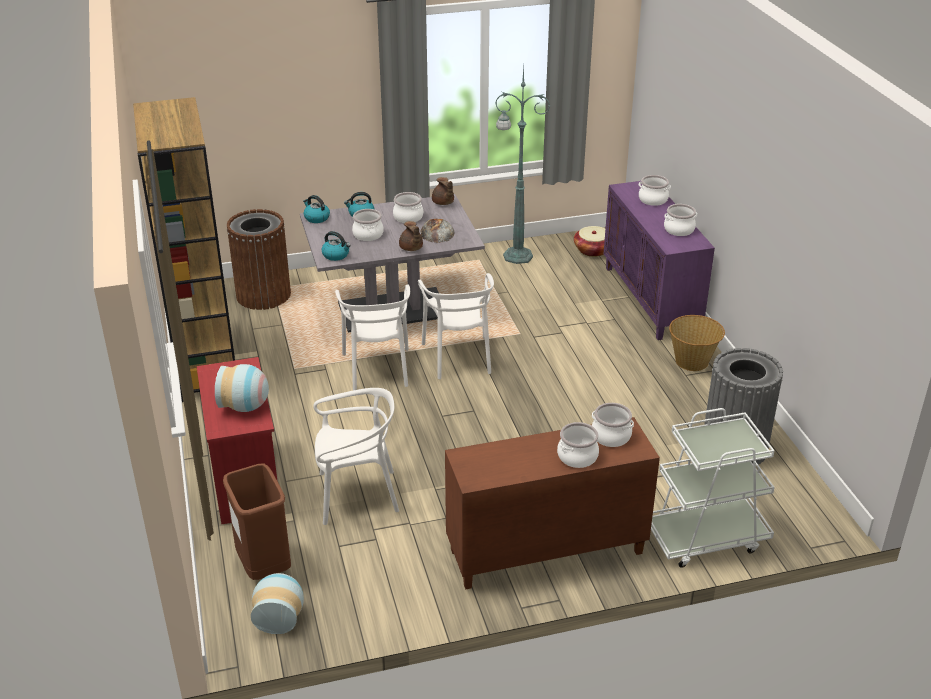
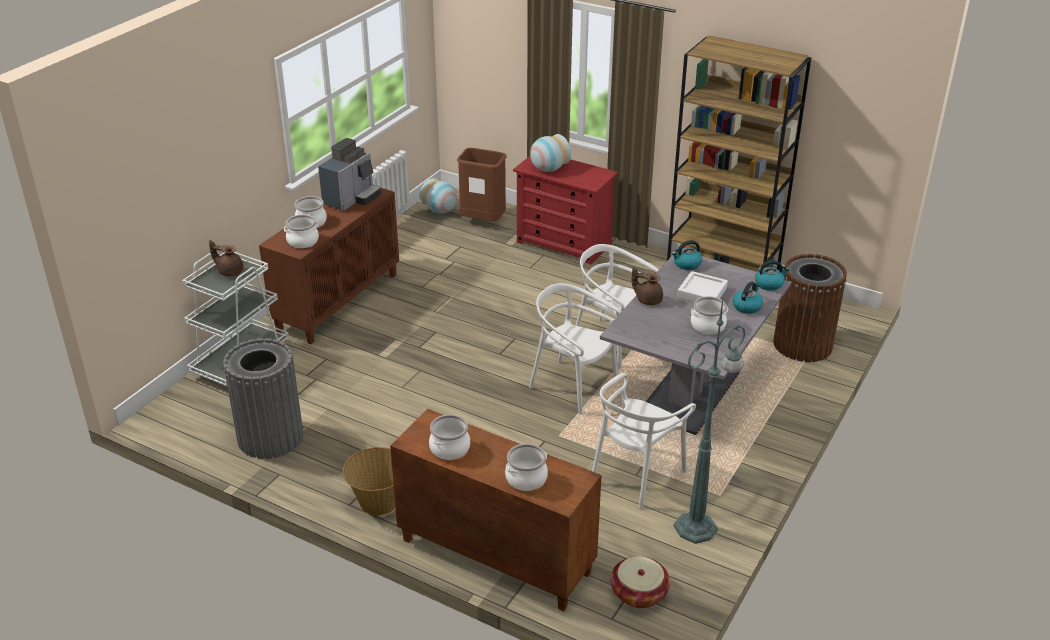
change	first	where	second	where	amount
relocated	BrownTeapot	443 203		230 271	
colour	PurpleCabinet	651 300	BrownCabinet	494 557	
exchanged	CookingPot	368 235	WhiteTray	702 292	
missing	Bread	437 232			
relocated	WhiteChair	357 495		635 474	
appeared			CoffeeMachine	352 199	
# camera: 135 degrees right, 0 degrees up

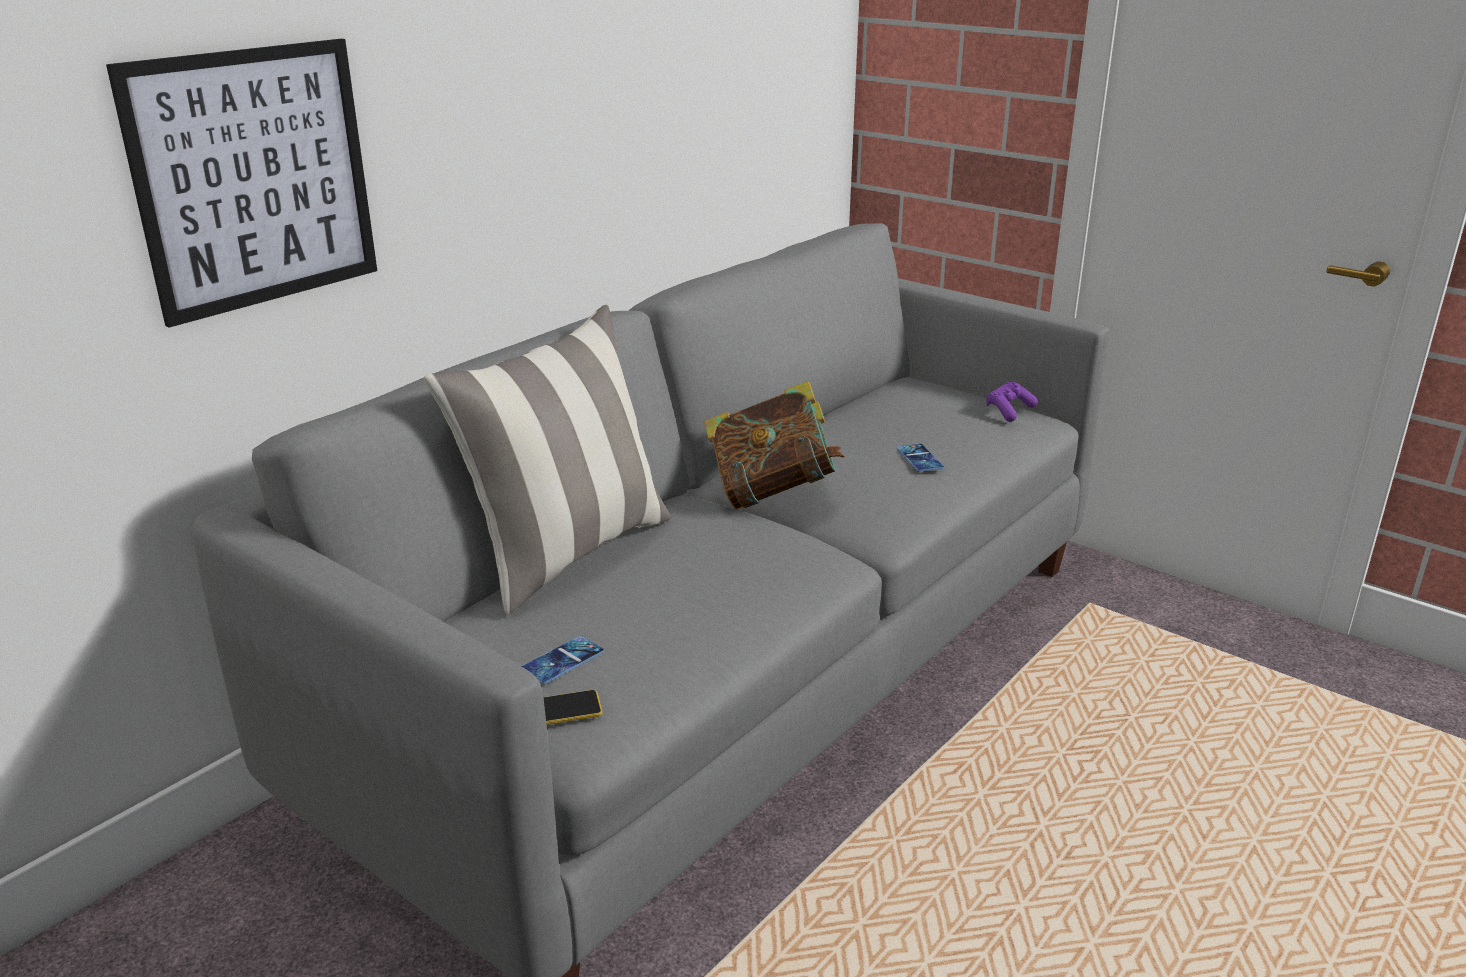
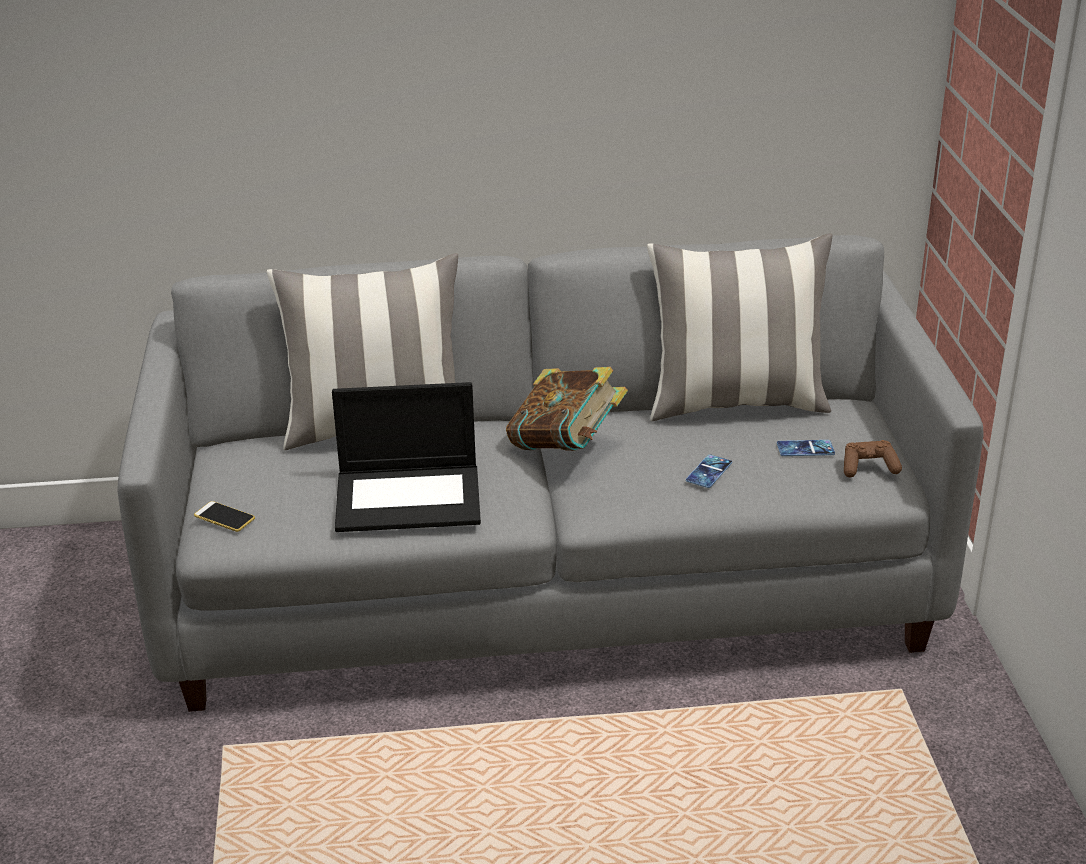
change	first	where	second	where	amount
missing	Picture	255 178			
colour	PurpleGameController	1009 411	BrownGameController	868 467	
relocated	Phone	562 660		805 449	
appeared			Pillow	736 402	
appeared			Laptop	410 497	
# camera: 45 degrees right, 5 degrees up

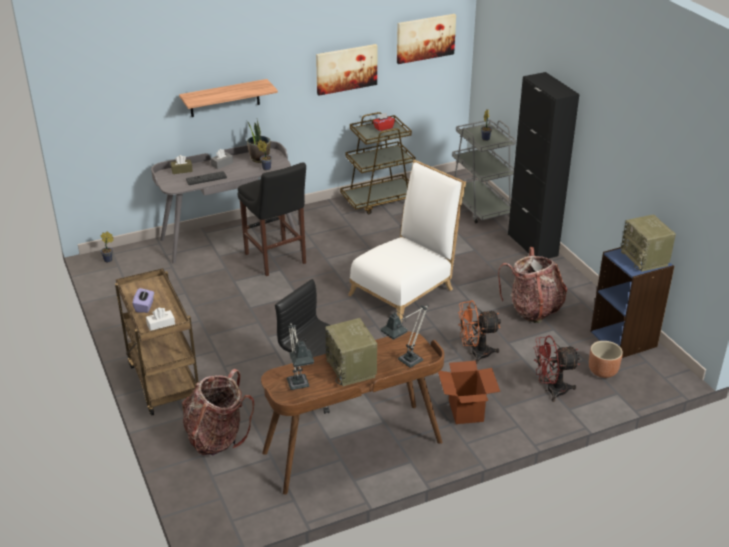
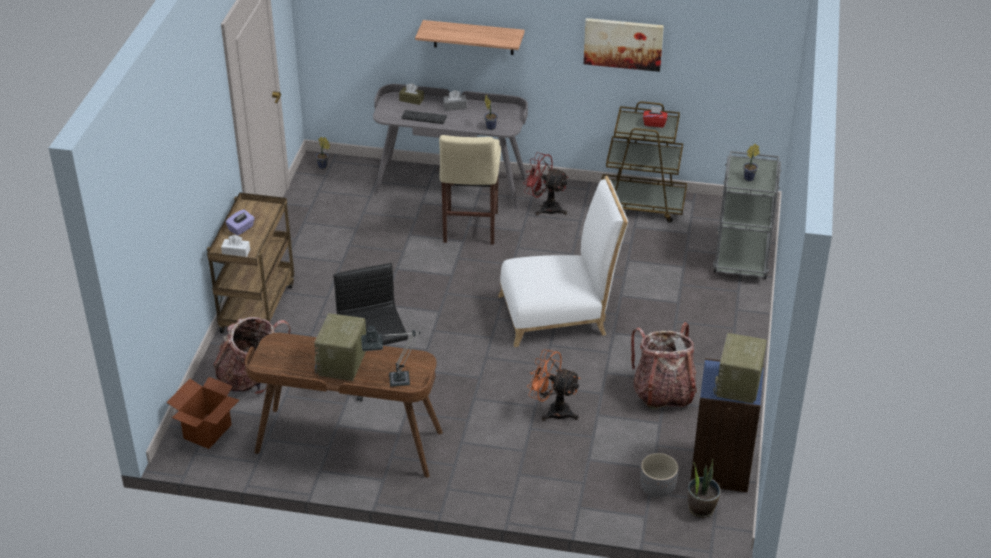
change	first	where	second	where	amount
missing	Picture	425 38			
missing	BlackCabinet	532 245			
relocated	PottedPlant	259 158		701 508	
colour	BlackStool	276 260	BeigeStool	469 229	
missing	TableLamp	299 387			
relocated	RedFan	551 390		545 207	
colour	BrownPlanter	602 372	GreyPlanter	657 489	
relocated	CardboardBox	466 411		207 432	
# camera: 35 degrees right, 5 degrees up

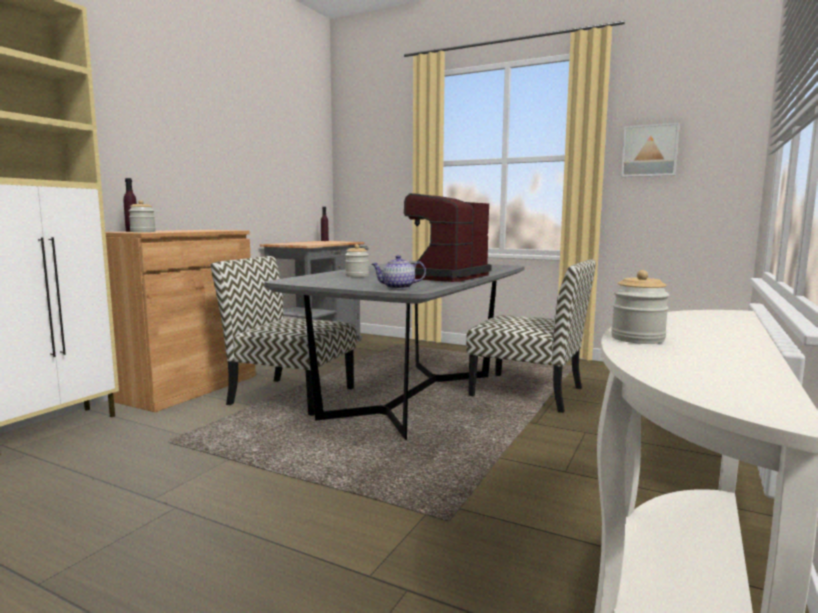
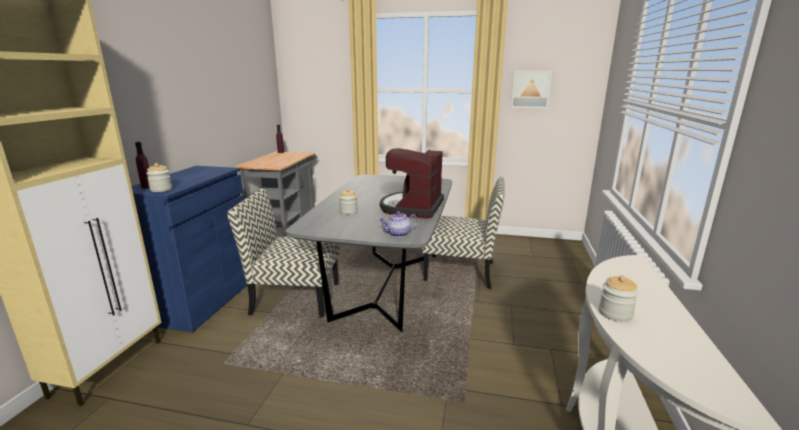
change	first	where	second	where	amount
colour	BrownCabinet	188 388	BlueCabinet	204 300	
# camera: 15 degrees left, 10 degrees up

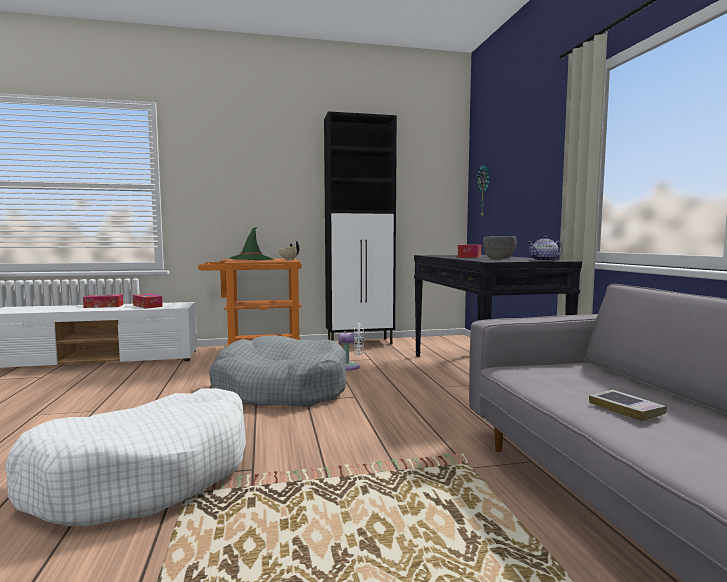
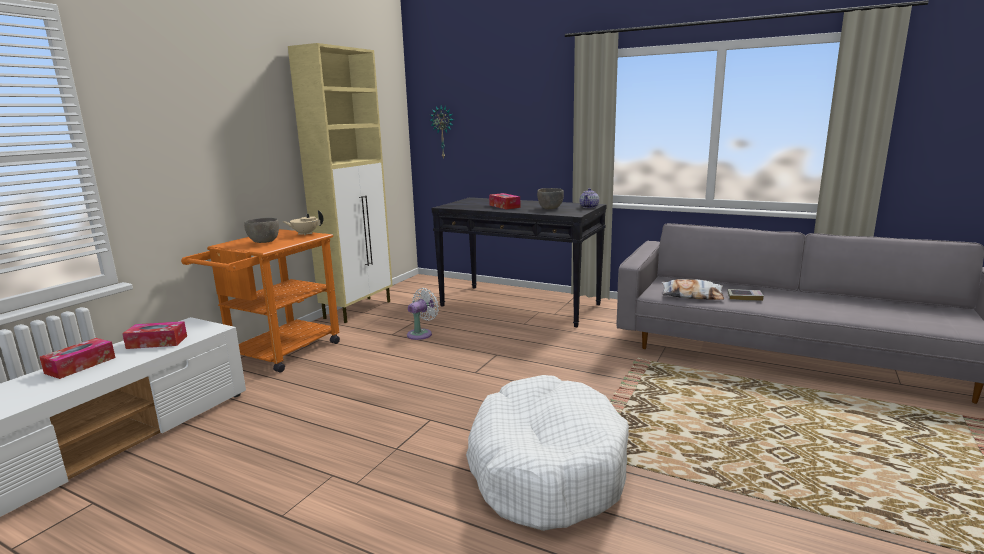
change	first	where	second	where	amount
colour	BlackCabinet	360 343	BeigeCabinet	359 309	
exchanged	GreenHat	251 259	GreyBowl	264 242	
missing	GreyDogBed	281 389			
appeared			Pillow	692 295	
# camera: 50 degrees left, 10 degrees up

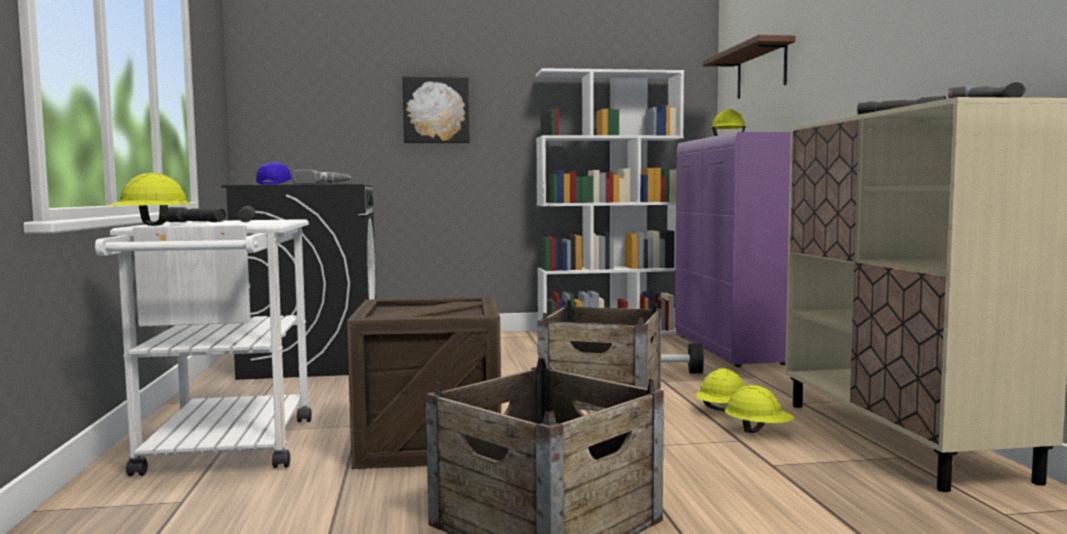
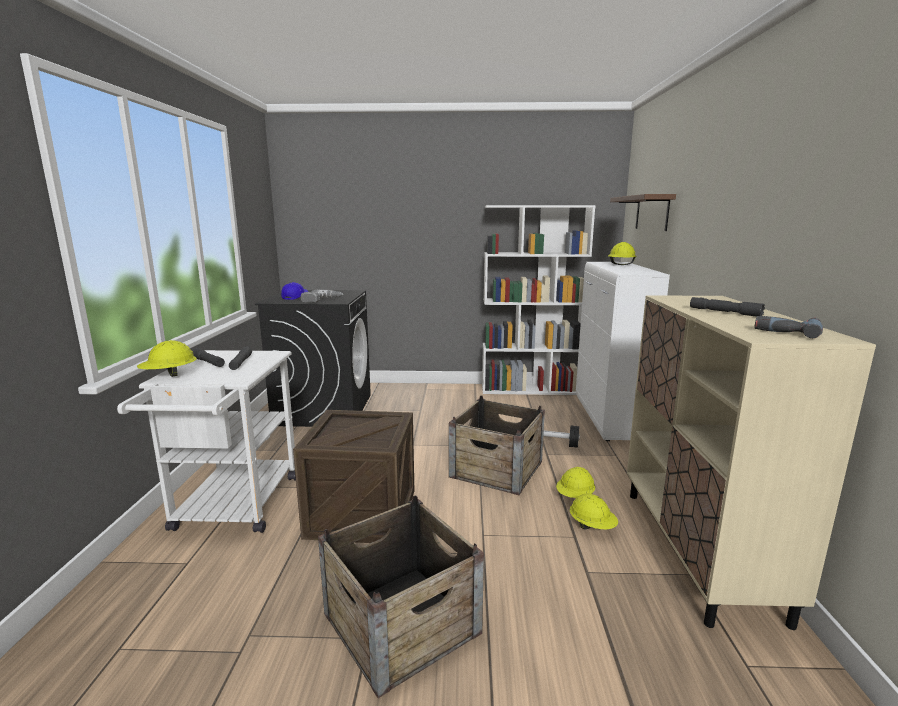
change	first	where	second	where	amount
missing	Picture	436 110			
colour	PurpleCabinet	729 350	WhiteCabinet	609 418	
# camera: 10 degrees right, 10 degrees up

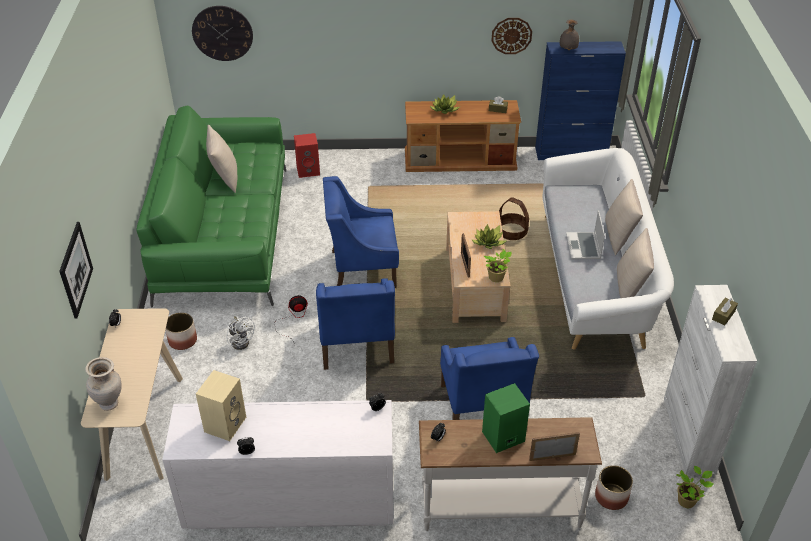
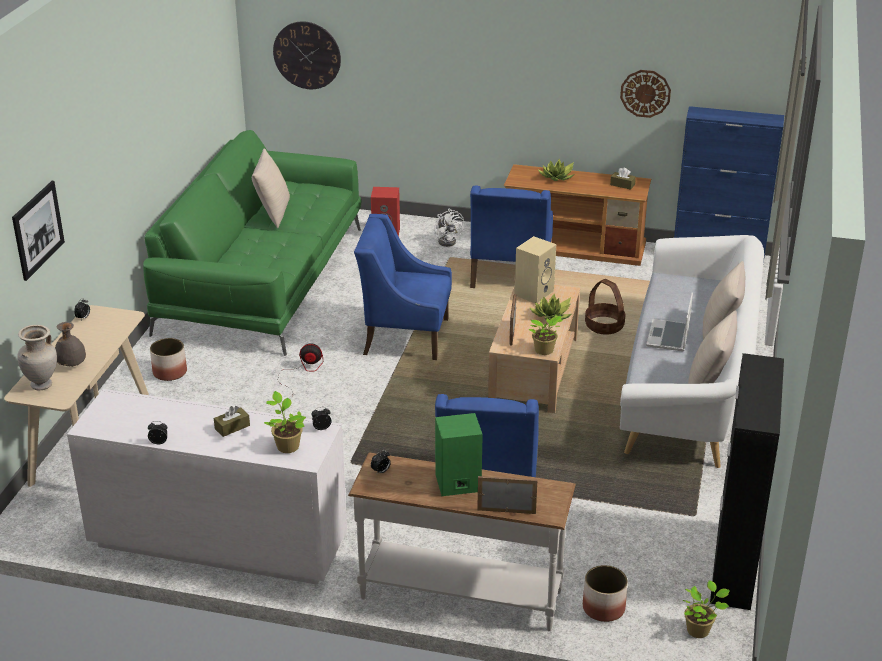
change	first	where	second	where	amount
relocated	GreyVase	567 49		71 364	
relocated	BlueArmchair	356 343		510 275	
colour	WhiteCabinet	688 435	BlackCabinet	733 565	
relocated	BrownTissueBox	723 315		232 427	
relocated	WhiteFan	241 340		448 240	
relocated	BeigeSpeaker	225 423		534 292	
appeared			PottedPlant	287 446	
# camera: 15 degrees right, 10 degrees down

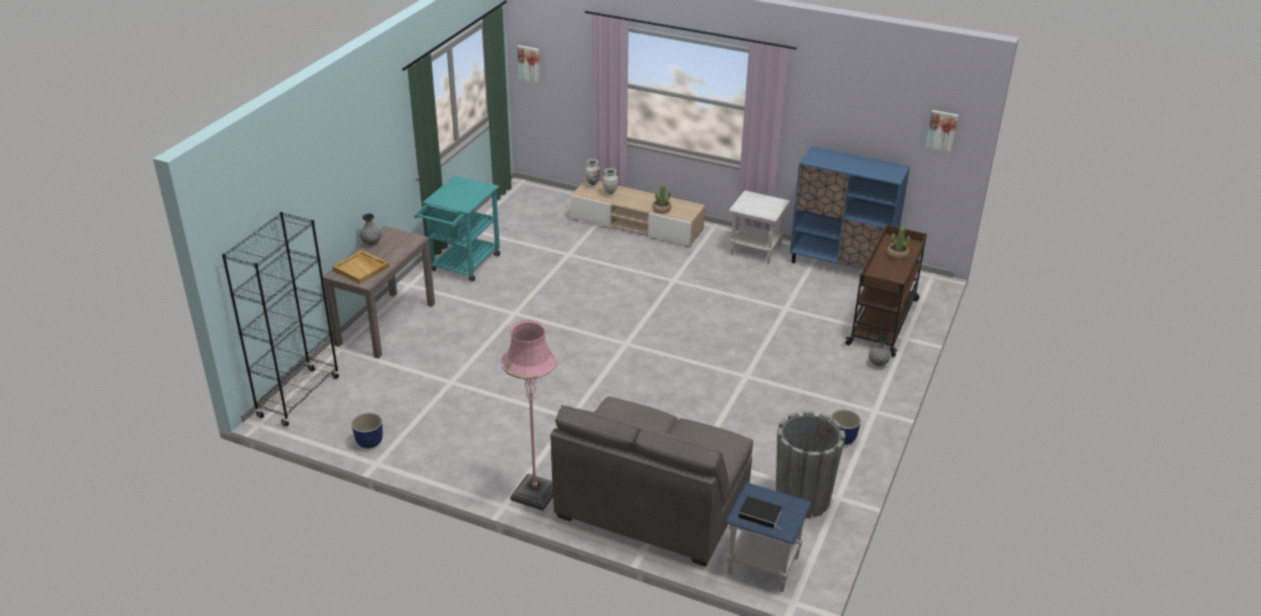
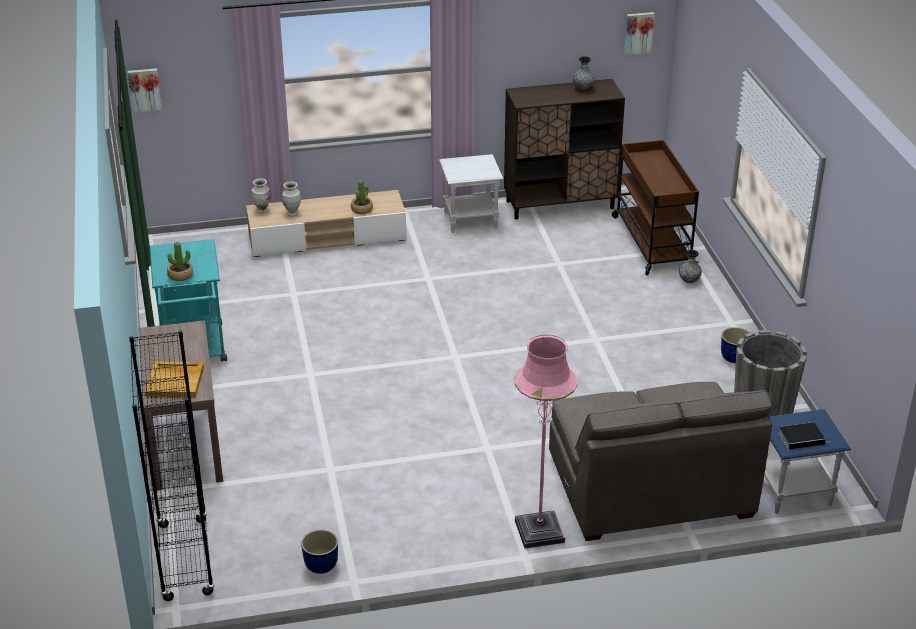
change	first	where	second	where	amount
colour	BlueCabinet	841 265	BrownCabinet	560 204	
relocated	GreyVase	371 244		583 89	
relocated	PottedPlant	897 255		180 275	
# camera: 35 degrees left, 0 degrees up

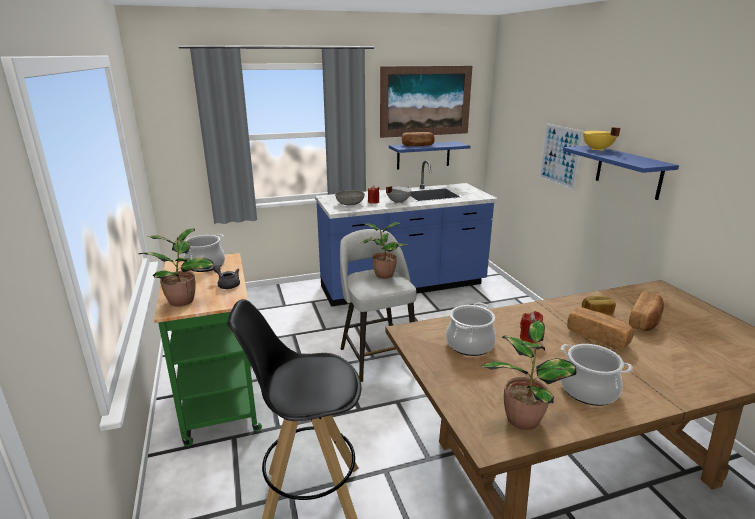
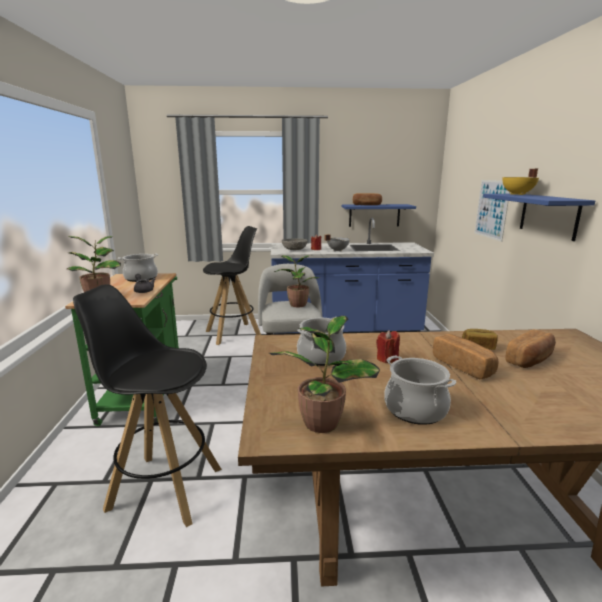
change	first	where	second	where	amount
missing	Picture	425 101			
appeared			BlackStool	234 333	
# camera: 15 degrees right, 5 degrees down

